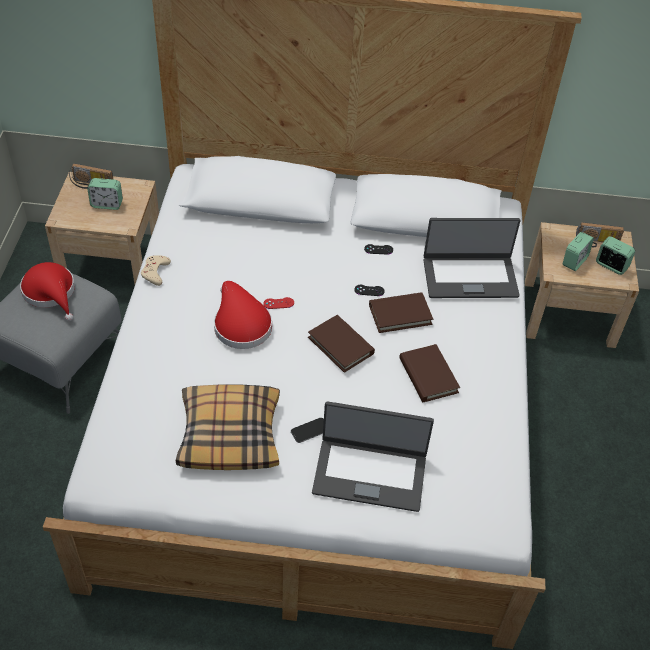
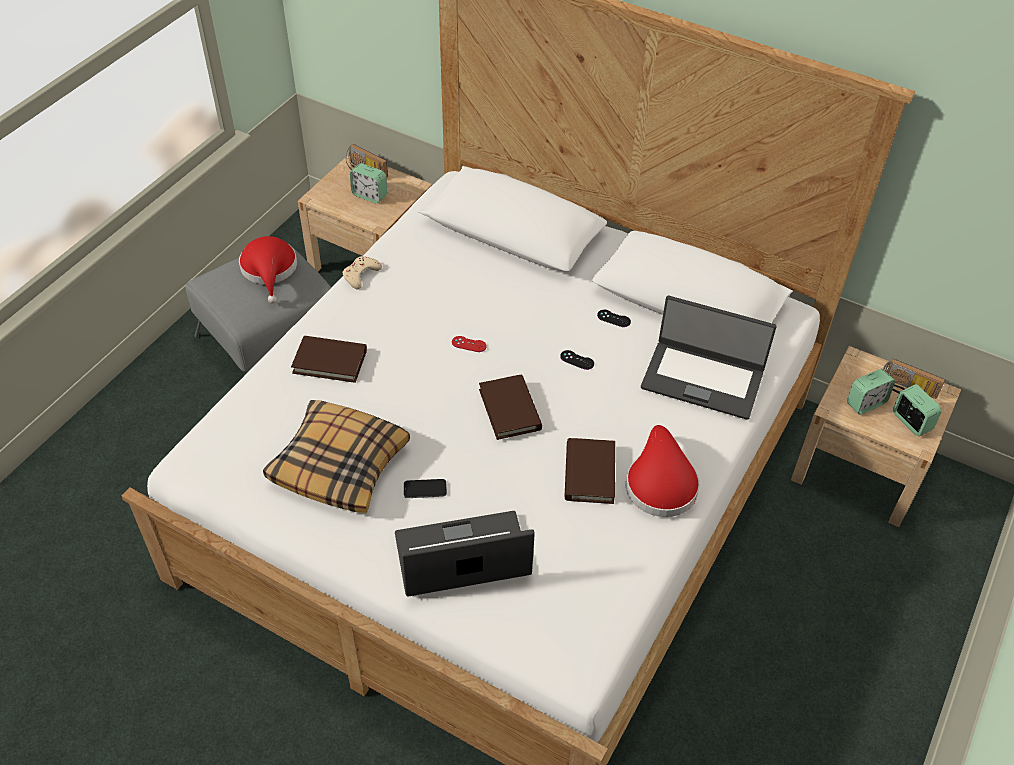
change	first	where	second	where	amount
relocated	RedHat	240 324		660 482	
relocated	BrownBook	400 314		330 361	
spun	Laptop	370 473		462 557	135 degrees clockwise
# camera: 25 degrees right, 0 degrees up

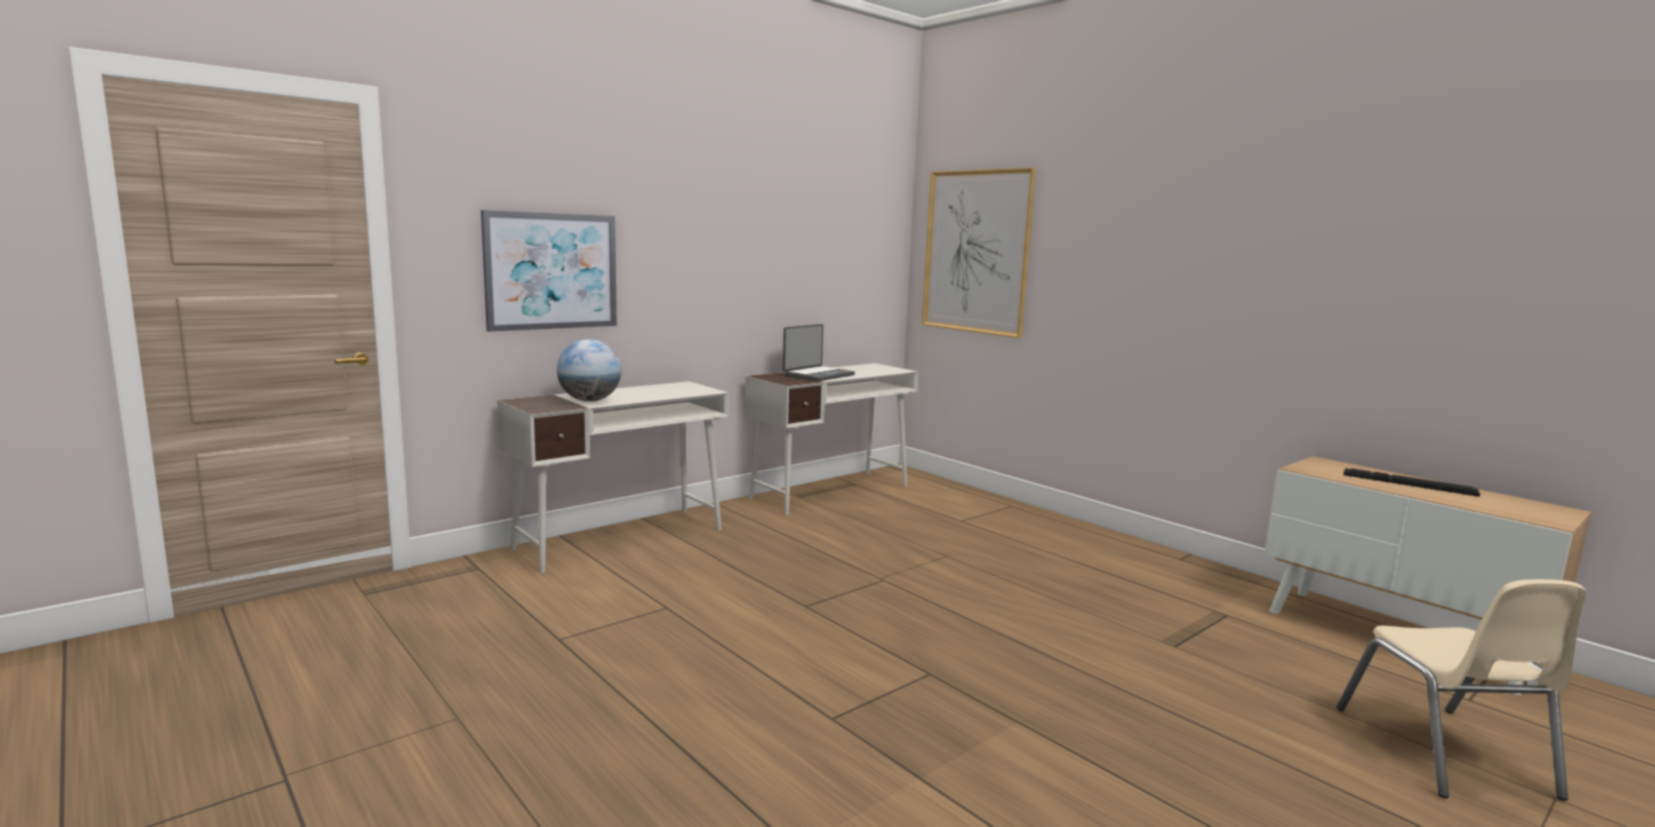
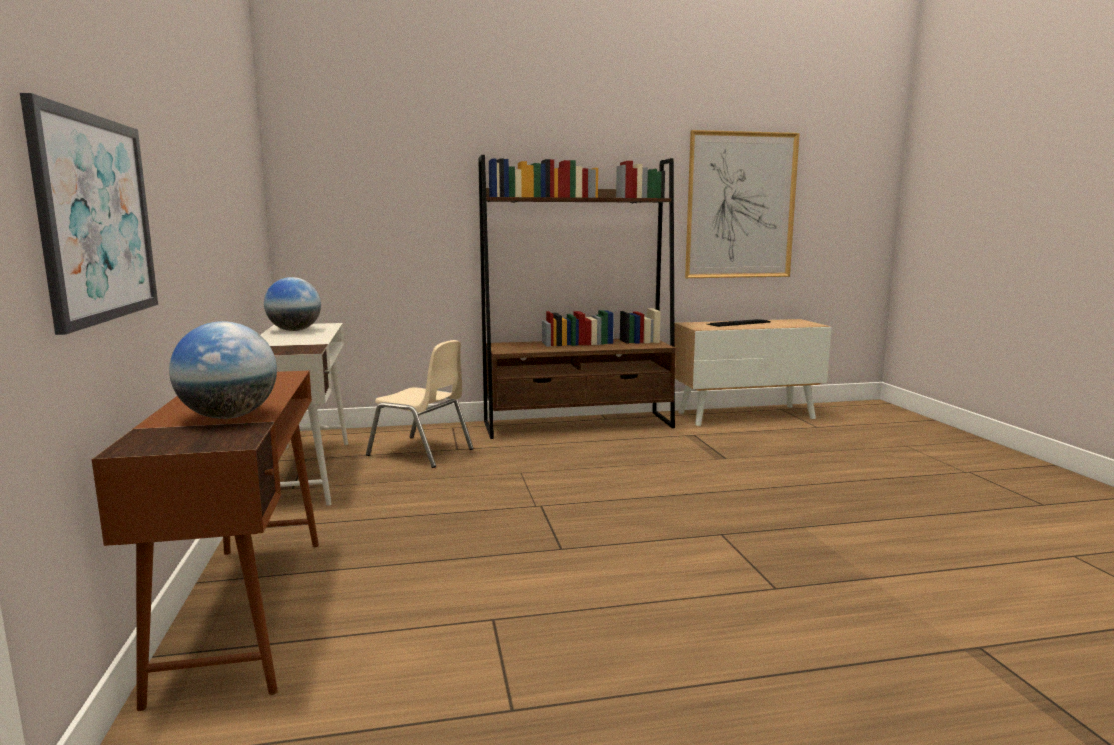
change	first	where	second	where	amount
relocated	Picture	976 252		740 206	
missing	Laptop	818 375			
colour	WhiteDesk	621 538	BrownDesk	246 609	
relocated	BeigeChair	1444 751		421 452	
appeared			BrownBookcase	578 425	
appeared			Globe	294 330	
# camera: 60 degrees left, 0 degrees up

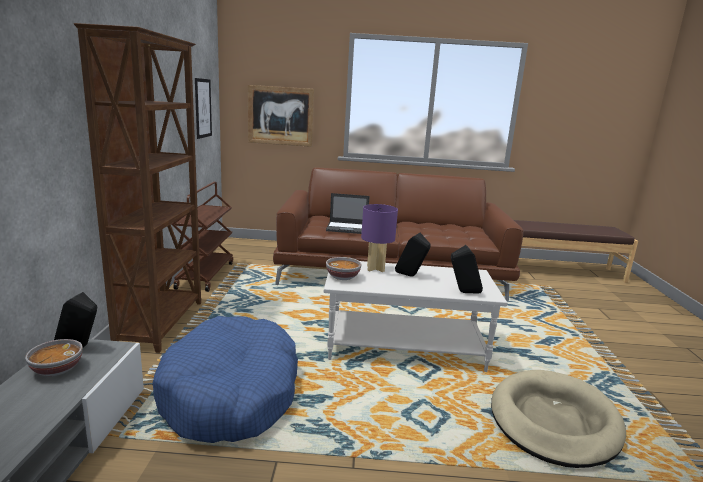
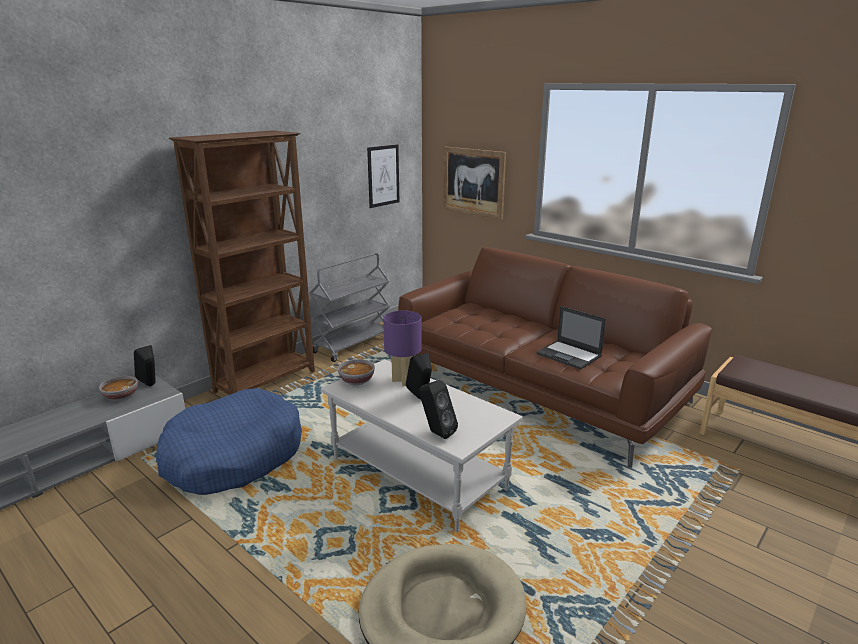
change	first	where	second	where	amount
colour	BrownCart	205 275	GreyCart	353 344	
relocated	Laptop	347 228		569 355	
# camera: 40 degrees right, 5 degrees up

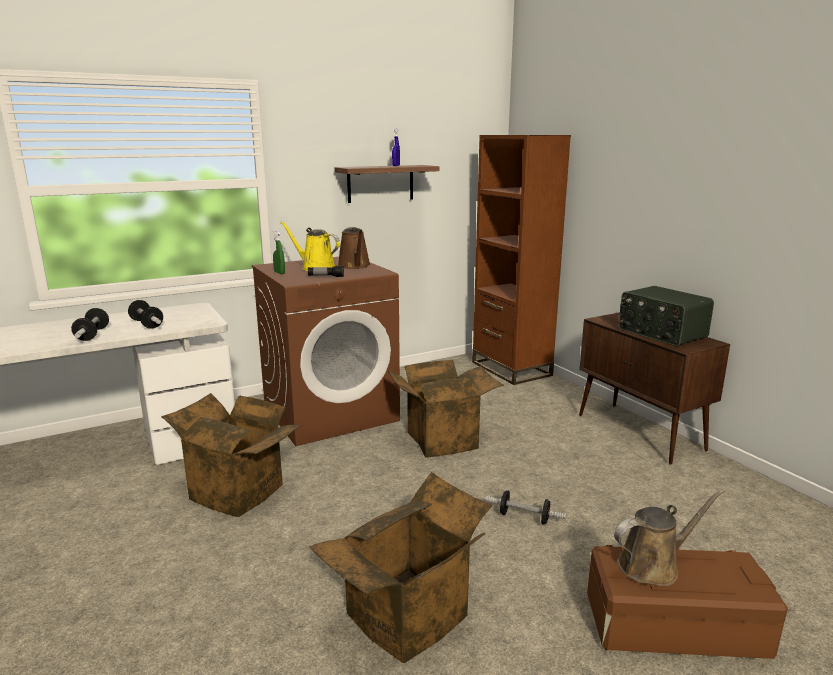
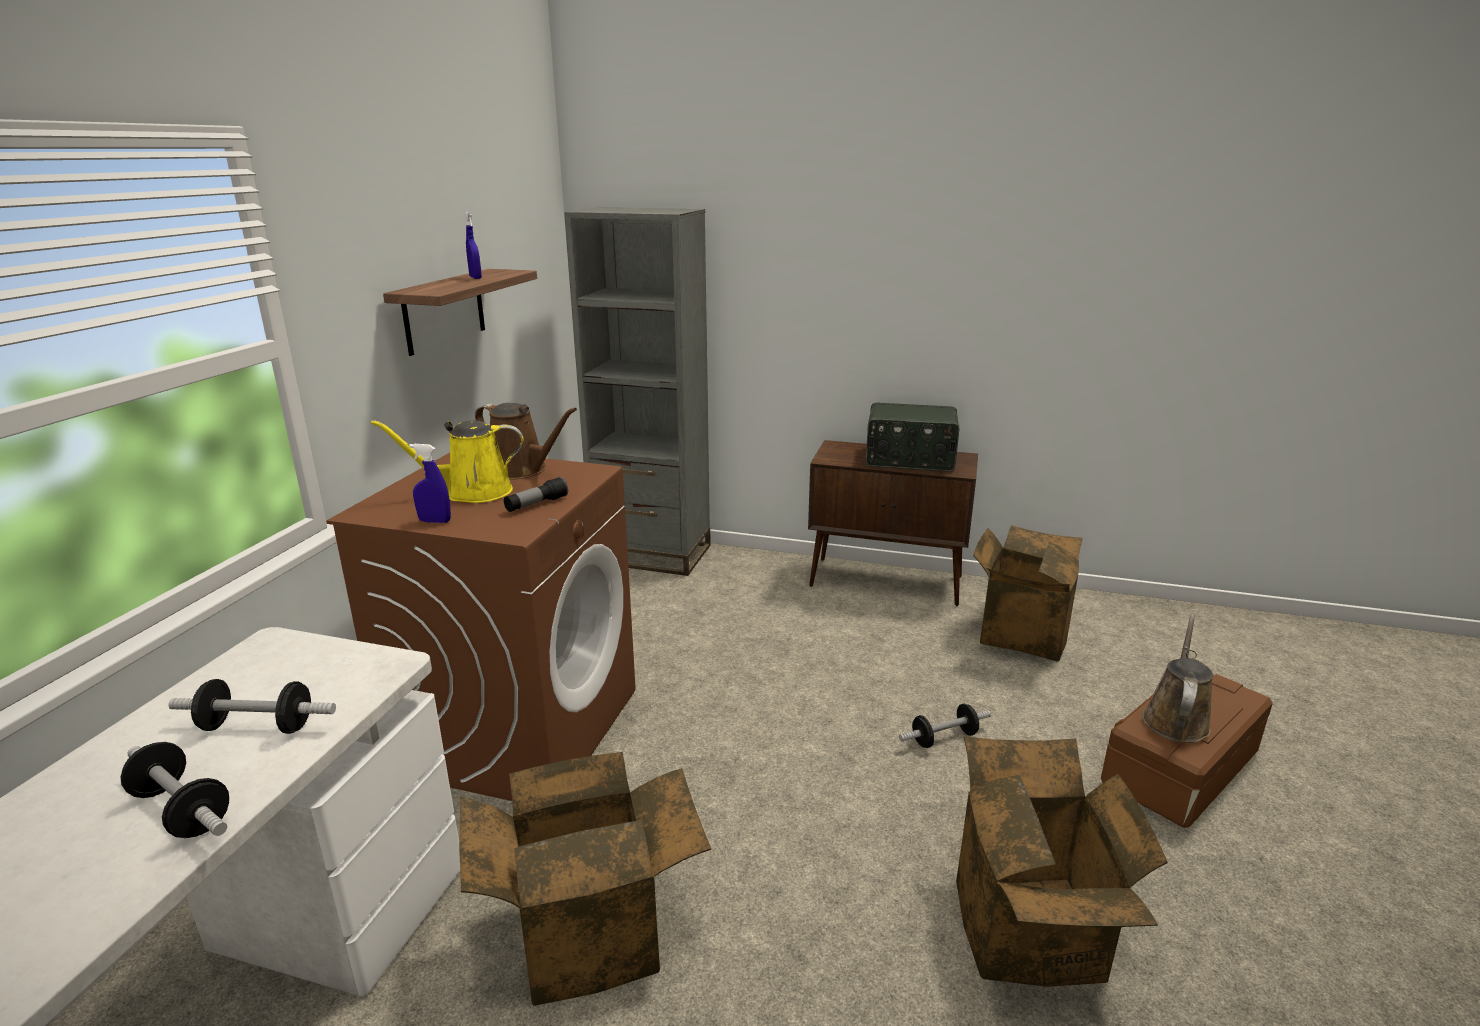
change	first	where	second	where	amount
colour	BrownBookcase	511 369	GreyBookcase	651 554	
colour	GreenSprayBottle	279 273	BlueSprayBottle	435 521	
relocated	CardboardBox	442 439		1019 633	
# camera: 45 degrees left, 5 degrees up

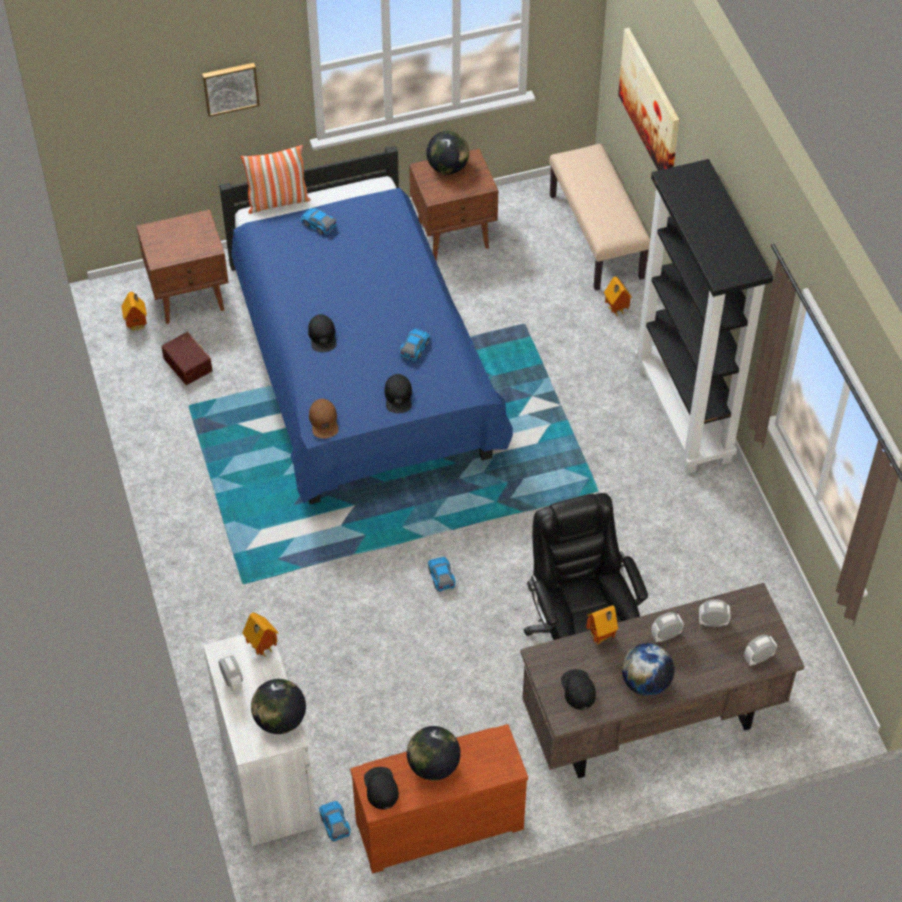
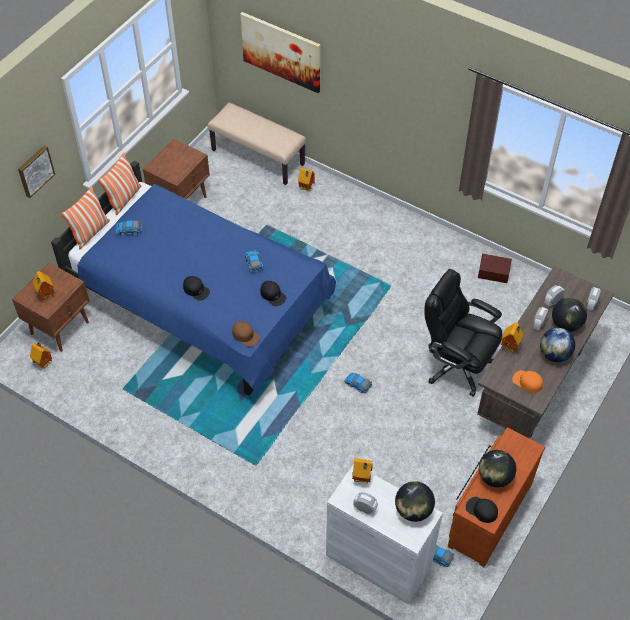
change	first	where	second	where	amount
relocated	Globe	447 168		566 324	
missing	BlackBookcase	684 414			
relocated	BrownStorageBox	189 364		493 271	
colour	BlackCap	578 689	OrangeCap	527 382	
appeared			Pillow	124 199	
appeared			ToyHouse	46 296	
# camera: 40 degrees left, 0 degrees up

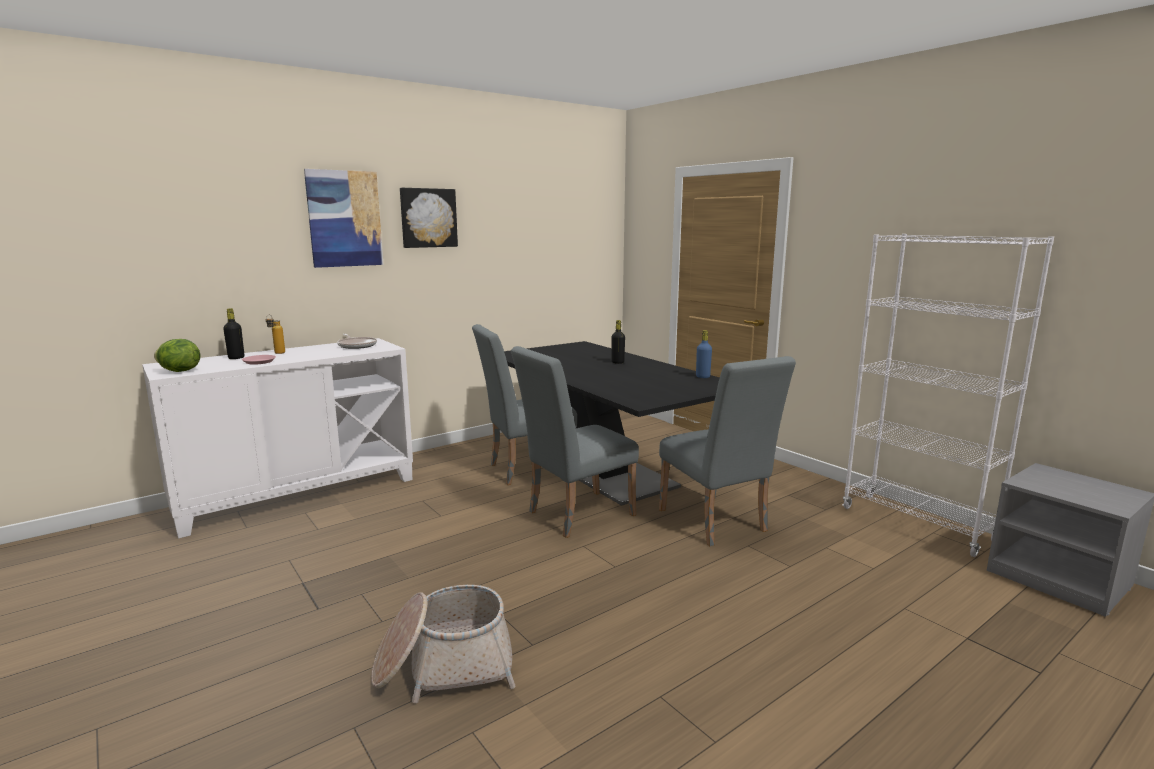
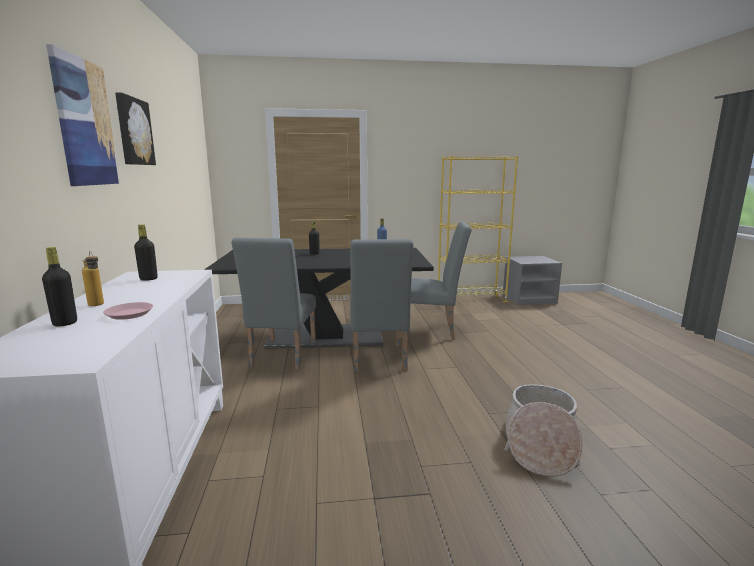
change	first	where	second	where	amount
colour	WhiteBookcase	917 524	YellowBookcase	471 301	
exchanged	FryingPan	357 345	BlackBottle	148 279	
missing	Lettuce	179 371			
# camera: 60 degrees left, 0 degrees up

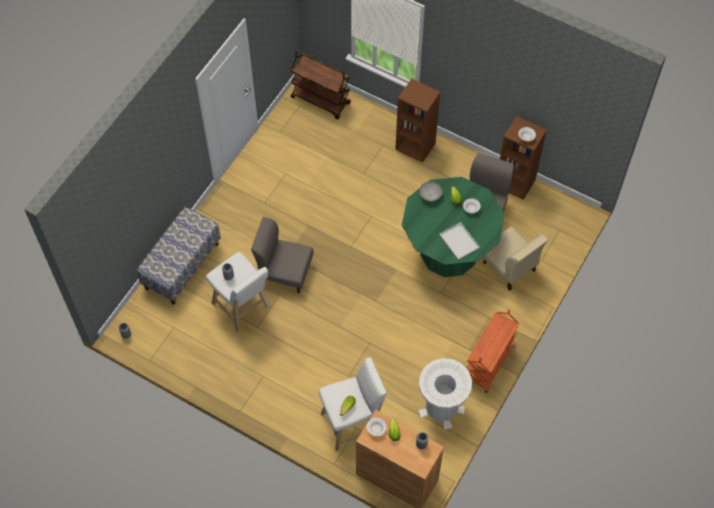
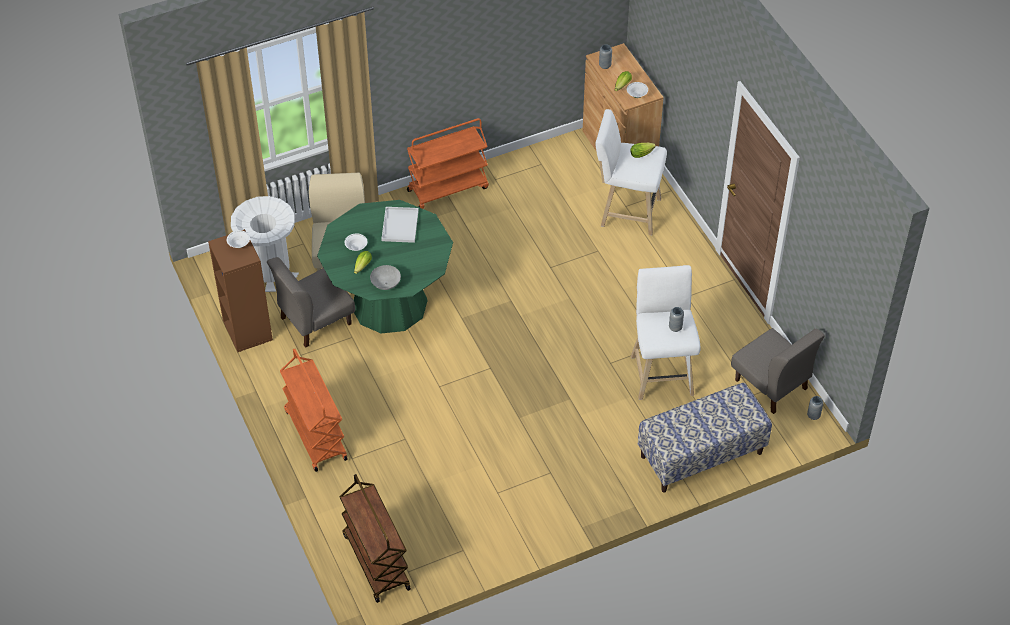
change	first	where	second	where	amount
exchanged	BrownBookcase	416 146	OrangeCart	315 434	
relocated	GreyChair	284 272		771 384	
relocated	WhiteTrashCan	441 407		270 271	
# camera: 145 degrees left, 10 degrees down

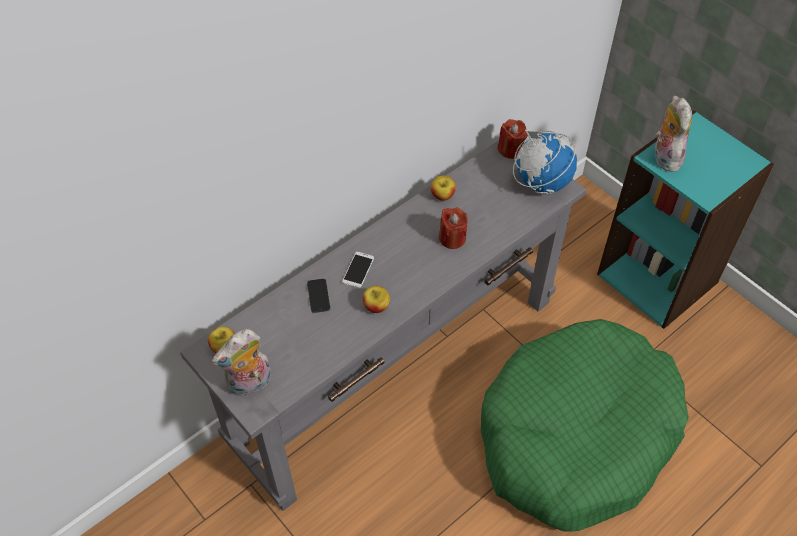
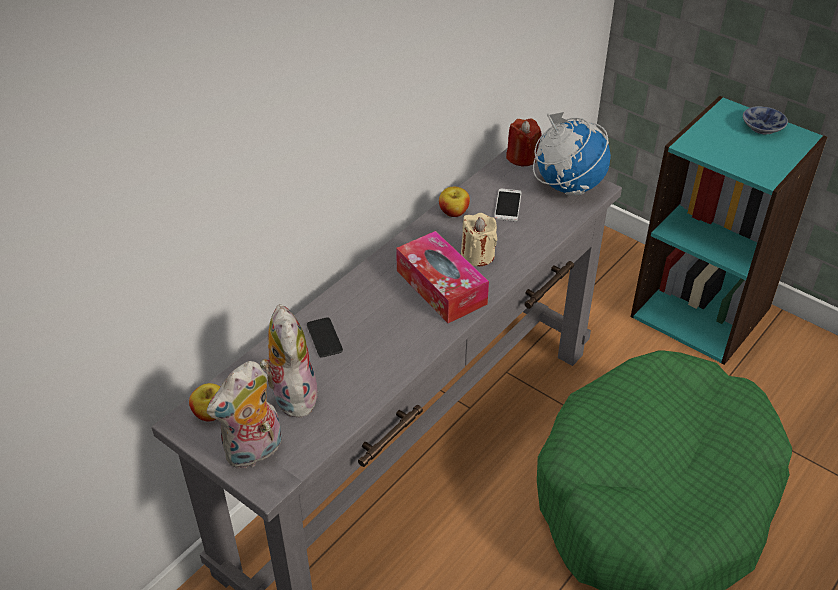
change	first	where	second	where	amount
relocated	PlushToy	664 157		291 395	
colour	RedCandle	452 238	BeigeCandle	477 255	
relocated	Phone	358 270		507 205	
missing	Apple	376 306			
appeared			Bowl	764 128	
appeared			TissueBox	441 287	
# camera: 10 degrees left, 10 degrees down

